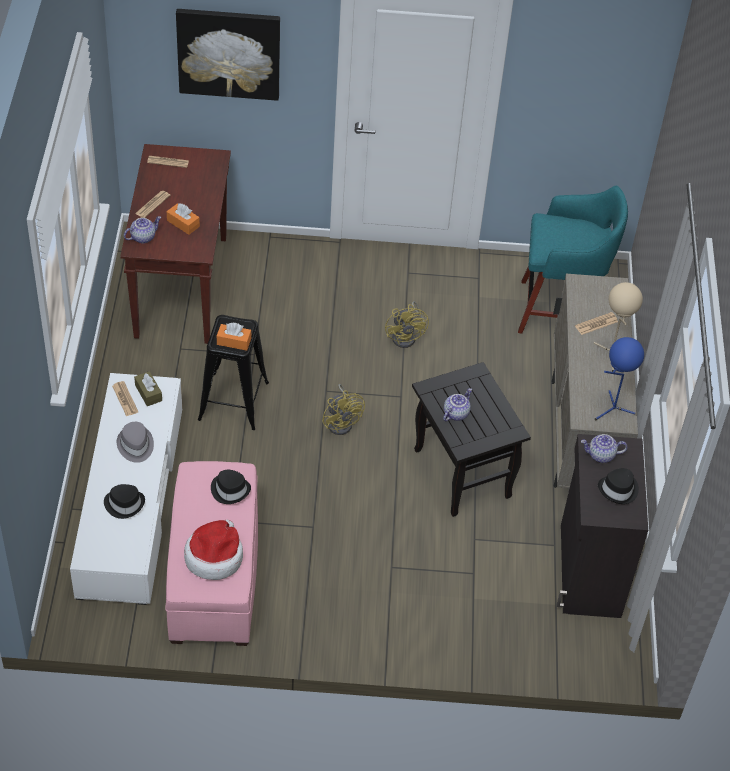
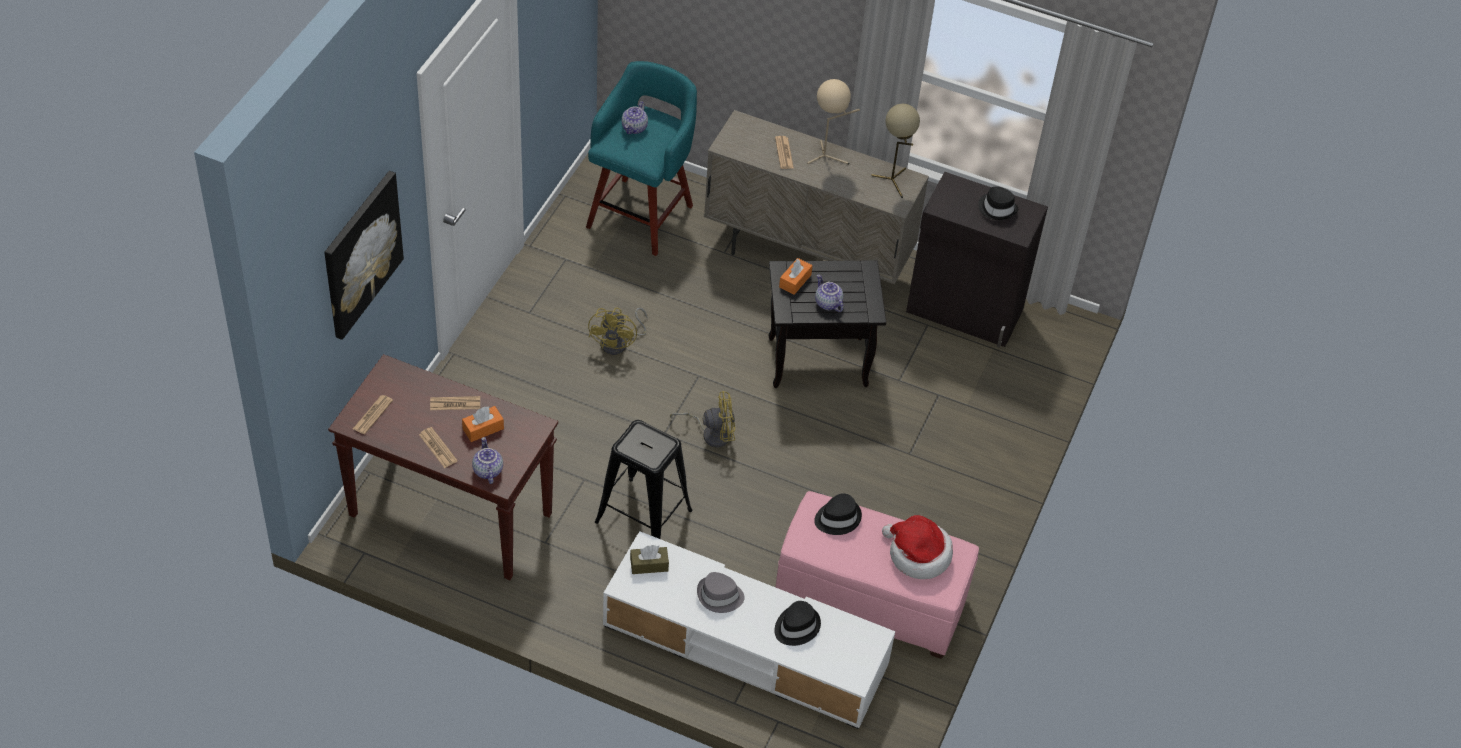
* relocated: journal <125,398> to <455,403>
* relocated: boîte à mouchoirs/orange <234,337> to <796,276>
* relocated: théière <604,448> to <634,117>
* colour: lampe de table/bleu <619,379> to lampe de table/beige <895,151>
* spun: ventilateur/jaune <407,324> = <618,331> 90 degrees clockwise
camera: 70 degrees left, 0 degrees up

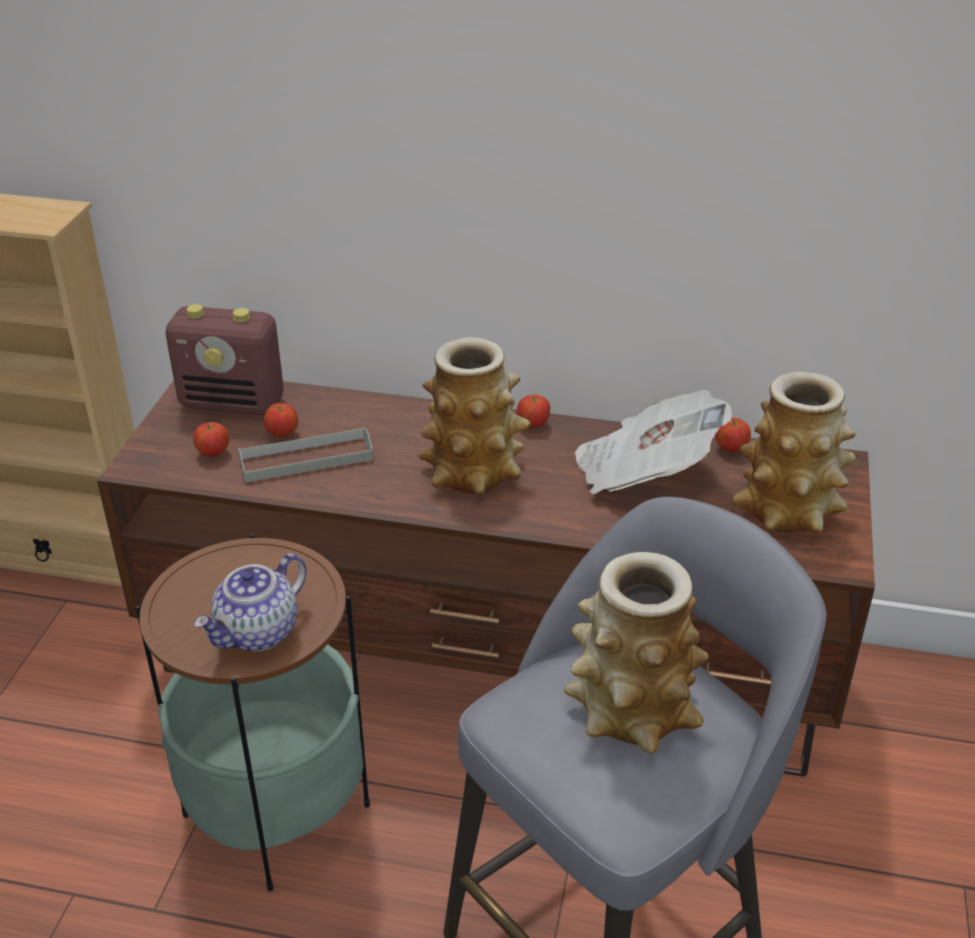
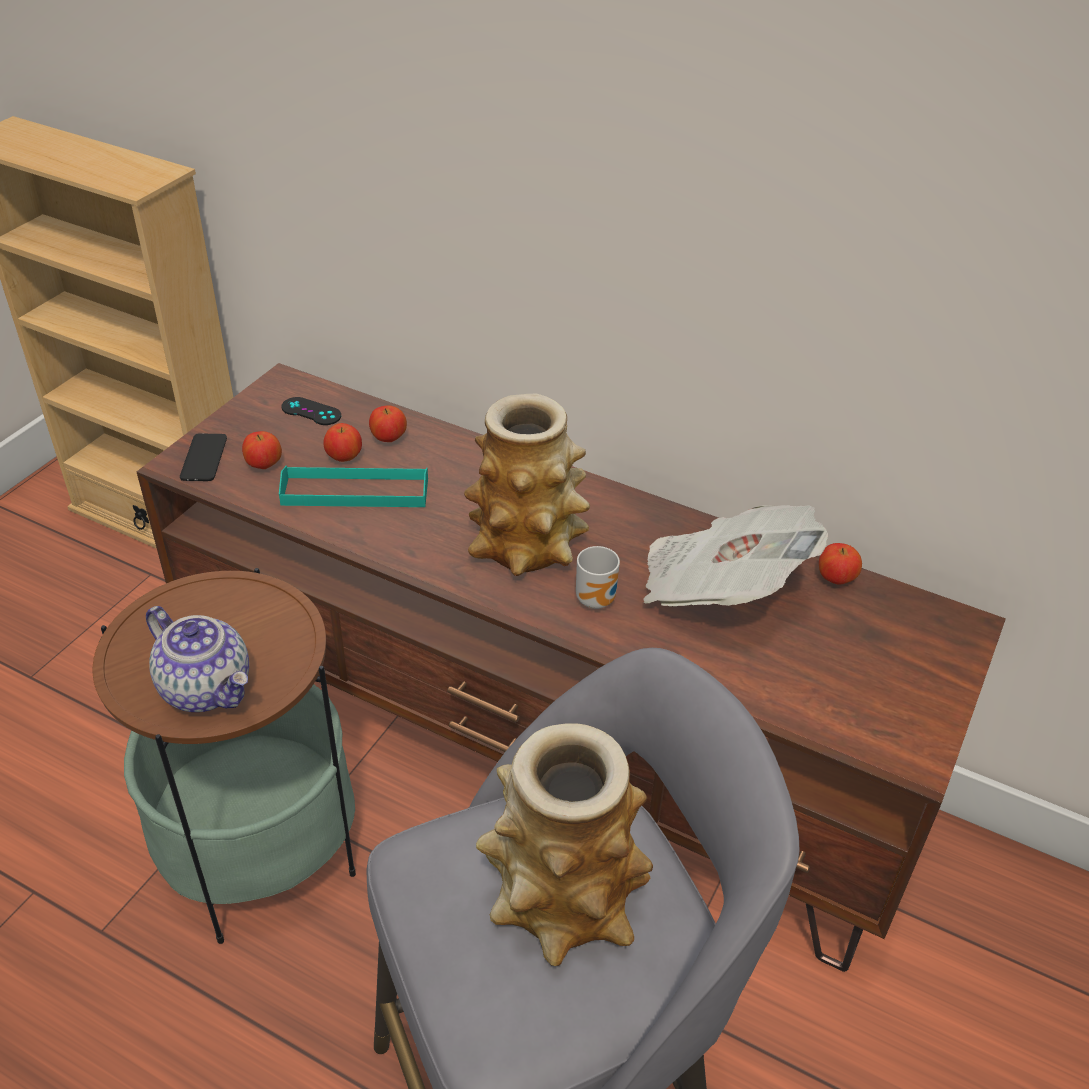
* missing: vase <794,452>
* appeared: téléphone <203,457>
* appeared: mug <598,577>
* relocated: pomme <533,411> to <388,423>
* exchanged: radio <224,359> to manette/noir <311,411>
* colour: plateau/gris <305,454> to plateau/turquoise <353,486>
* spun: théière <250,602> = <197,659> 105 degrees counterclockwise
camera: 15 degrees right, 5 degrees up

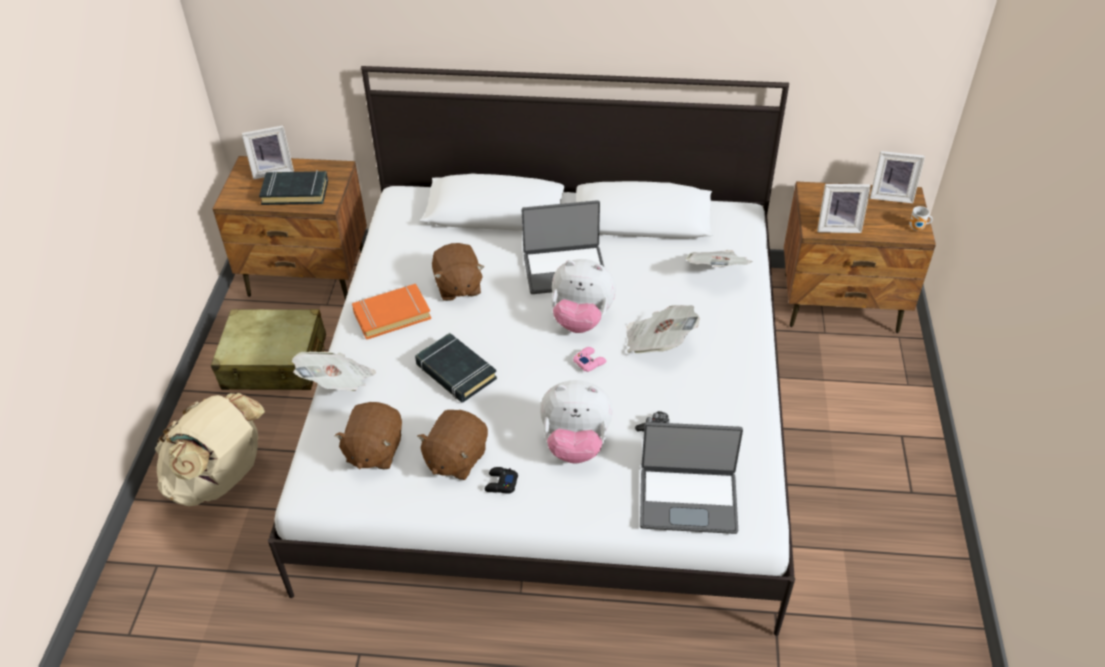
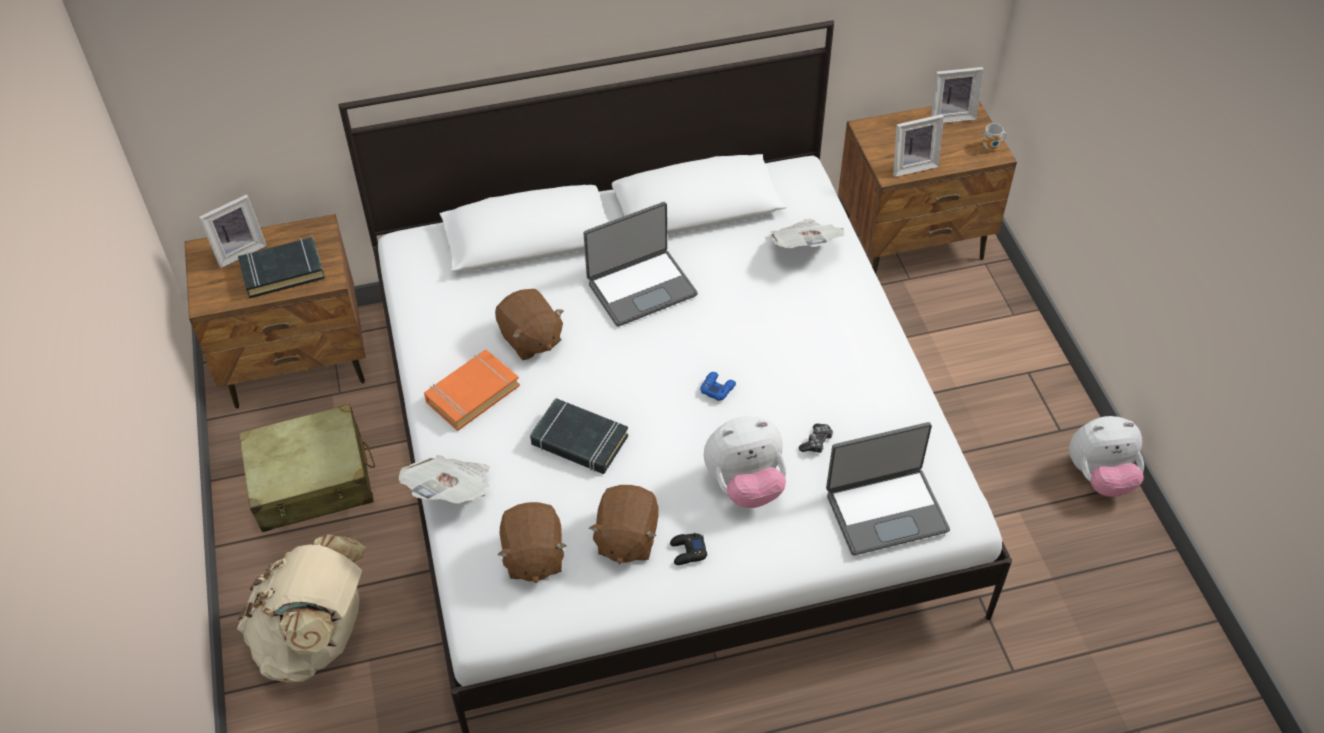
* missing: journal <663,329>
* relocated: peluche <584,296> to <1106,456>
* colour: manette/rose <589,359> to manette/bleu <718,386>
camera: 20 degrees left, 5 degrees up

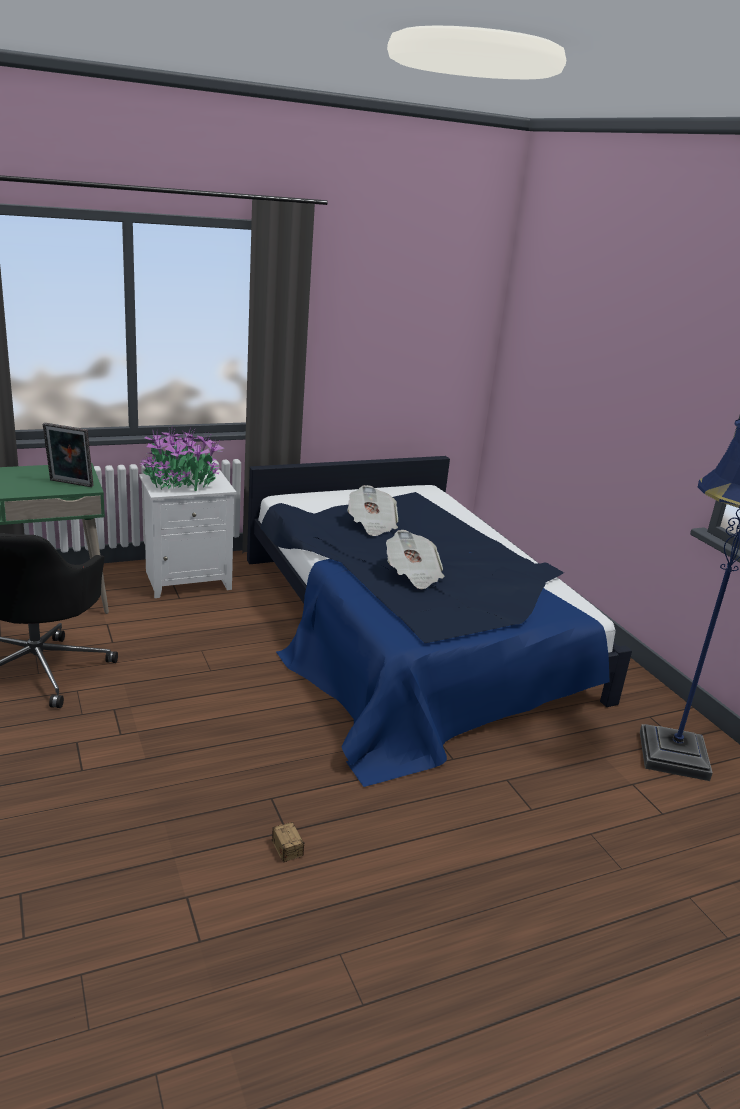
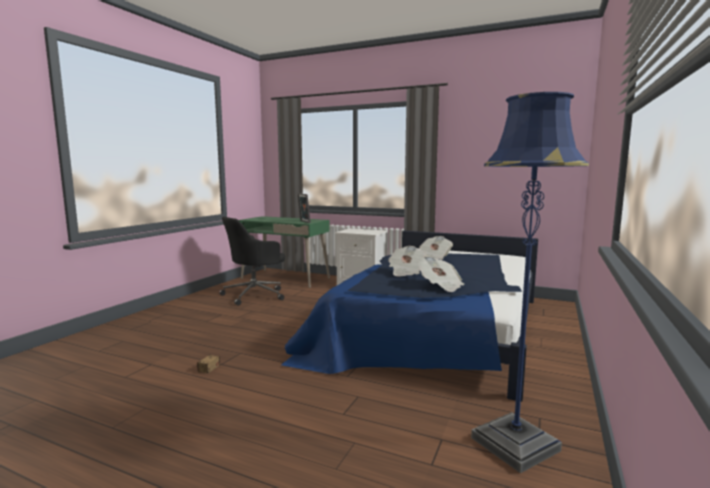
* missing: plante en pot <182,458>
* appeared: journal <441,274>
camera: 50 degrees right, 15 degrees down

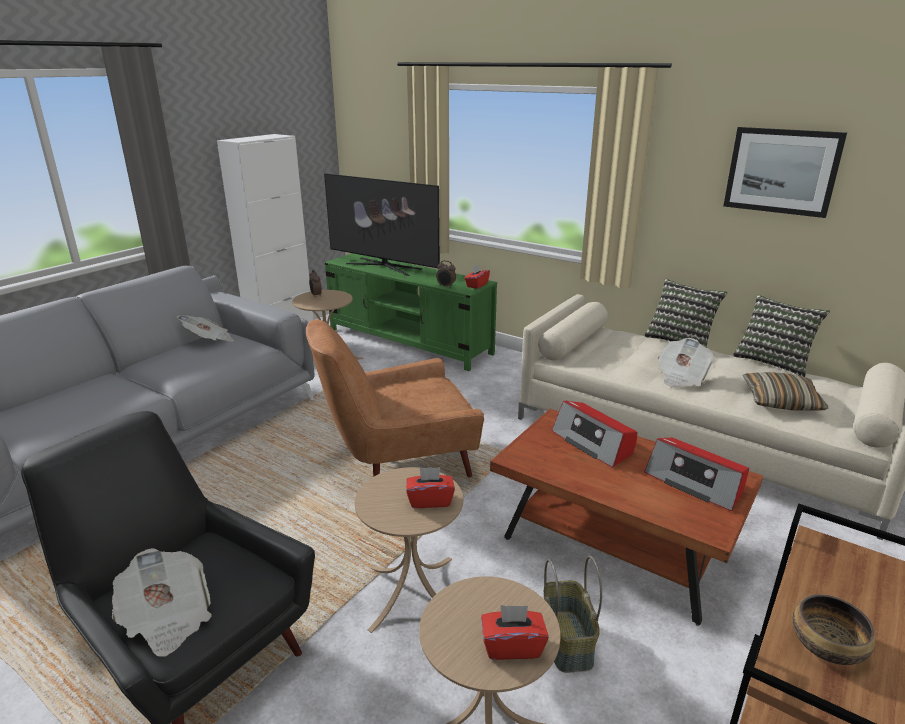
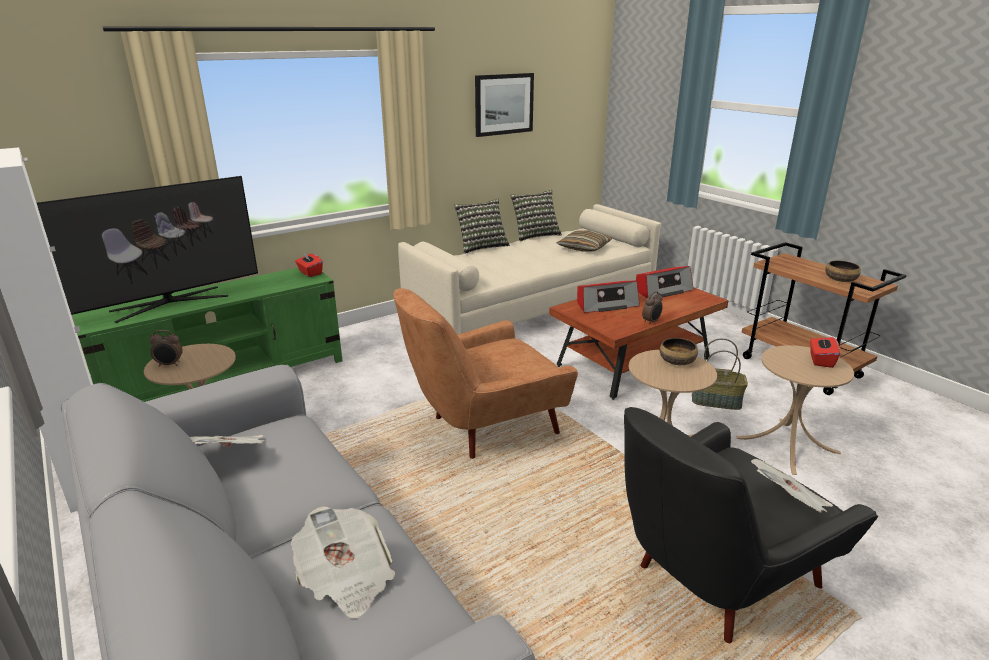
* relocated: réveil <446,274> to <652,308>
* relocated: journal <686,362> to <343,562>
* exchanged: boîte à mouchoirs/rouge <430,487> to bol <679,351>
* spun: fauteuil/marron <395,398> = <486,373> 60 degrees clockwise
camera: 70 degrees left, 0 degrees up

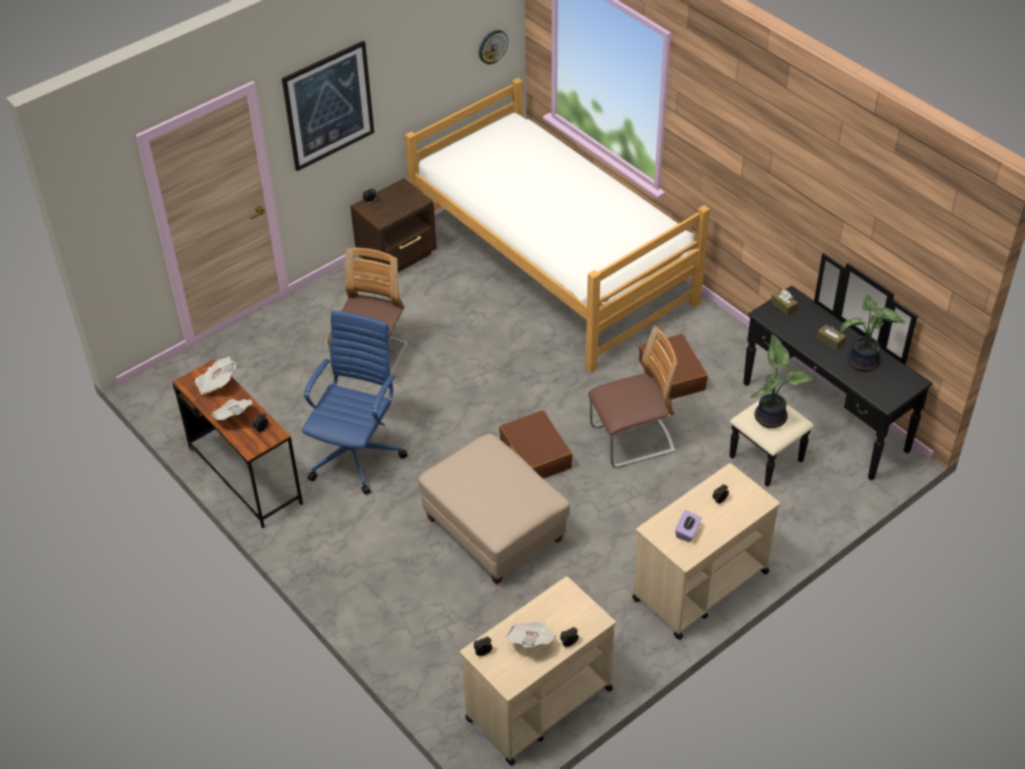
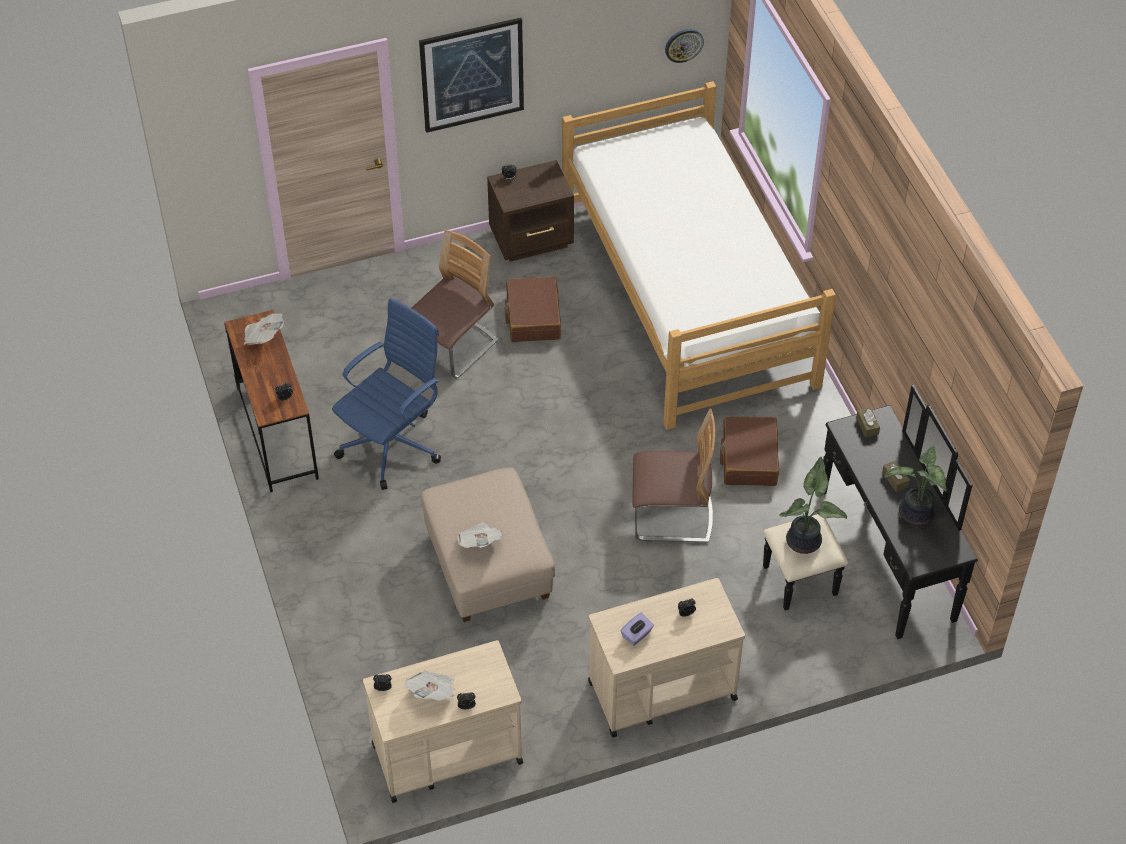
* relocated: journal <232,409> to <480,535>
* relocated: valise/marron <536,444> to <533,309>
camera: 20 degrees right, 5 degrees up

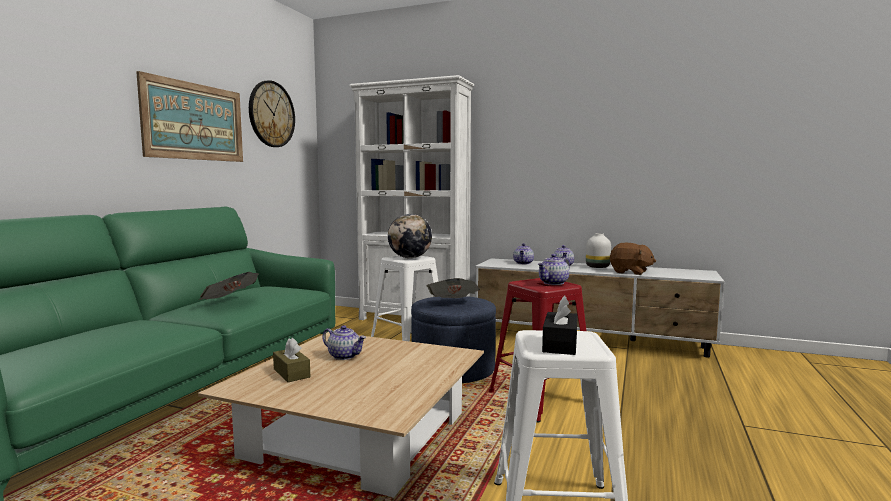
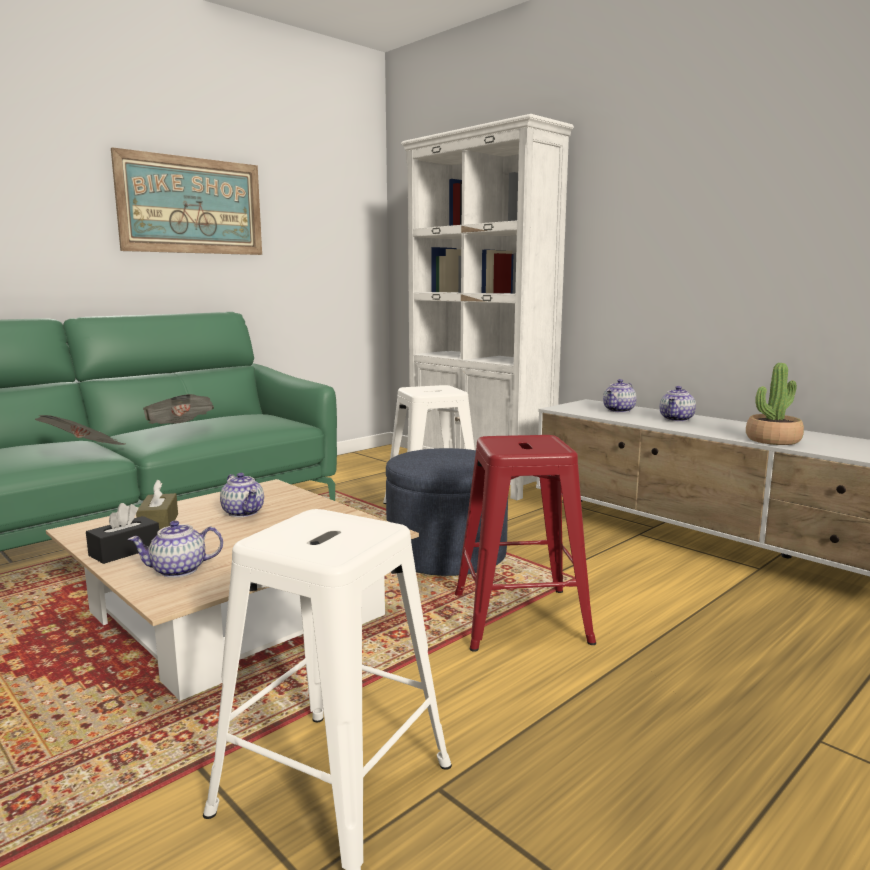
* missing: horloge murale <272,114>
* missing: globe <410,236>
* missing: vase/blanc <598,250>
* relocated: journal <453,288> to <80,430>
* relocated: théière <554,269> to <175,549>
* relocated: boîte à mouchoirs/noir <560,325> to <122,533>
* exchanged: peluche/marron <633,259> to plante en pot <775,404>
camera: 25 degrees right, 5 degrees up

